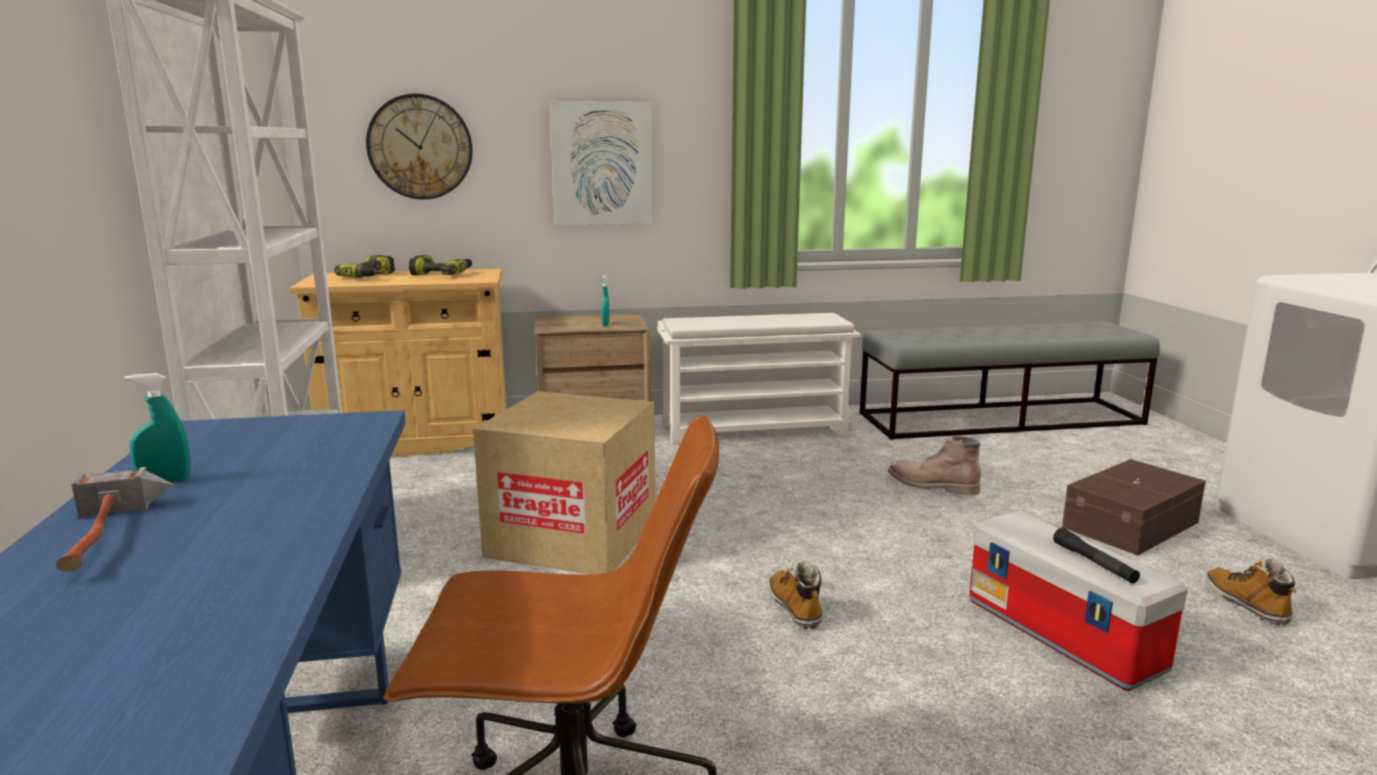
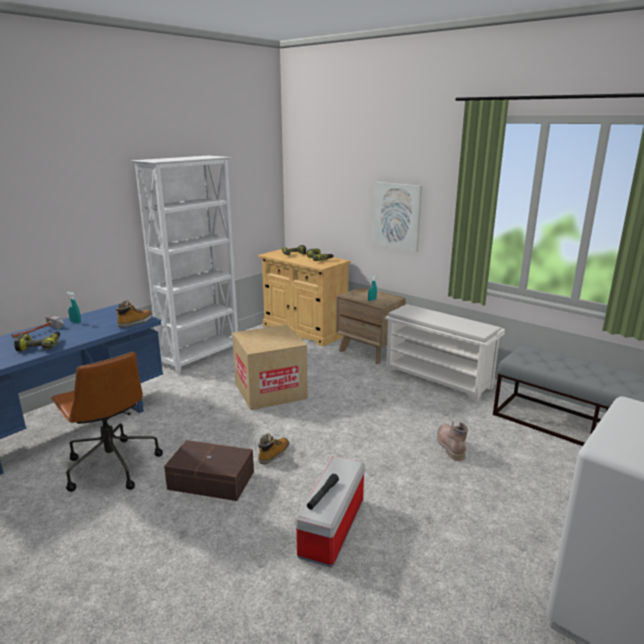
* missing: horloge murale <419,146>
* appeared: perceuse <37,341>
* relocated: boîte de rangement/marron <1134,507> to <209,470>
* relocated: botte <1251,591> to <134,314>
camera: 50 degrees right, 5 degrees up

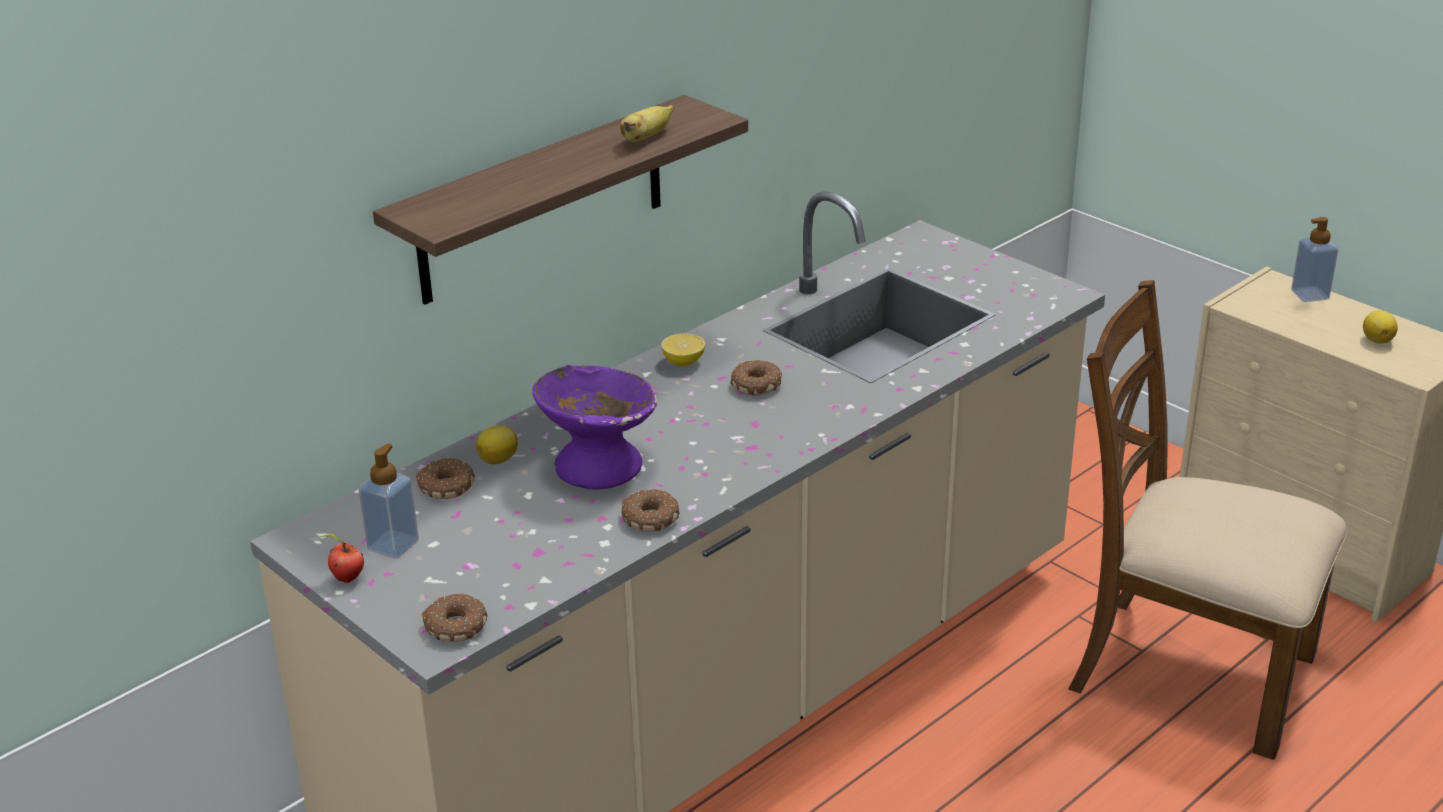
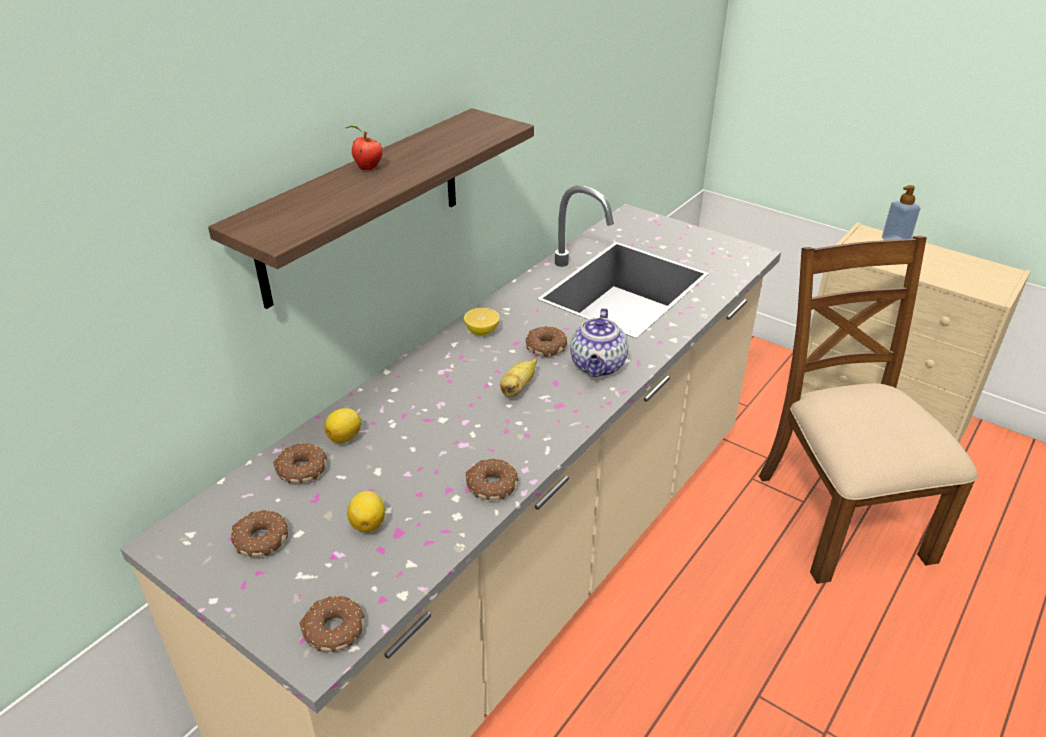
* missing: bol/violet <595,427>
* appeared: théière <599,342>
* relocated: pomme <342,558> to <364,148>
* relocated: banane <647,123> to <518,377>
* relocated: citron <1380,327> to <366,511>
* exchanged: distributeur de savon <389,500> to beignet <259,533>
* spun: chaise/marron <1207,520> = <868,410> 60 degrees clockwise
camera: 10 degrees left, 5 degrees up

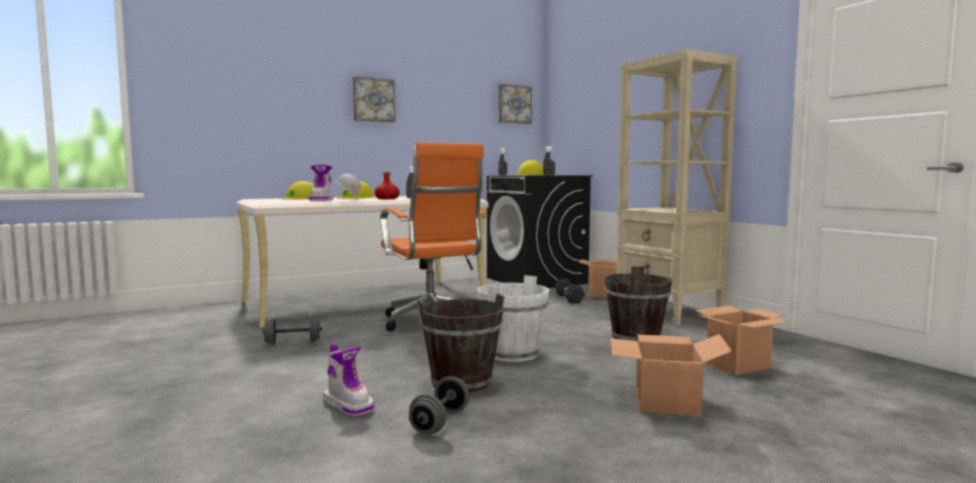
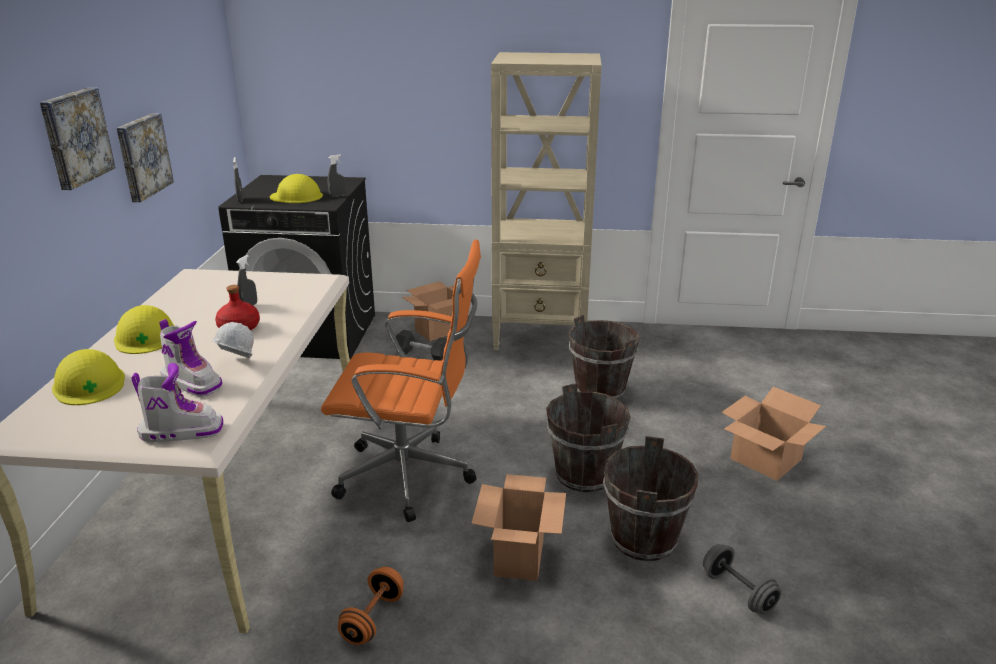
* relocated: botte <348,380> to <177,402>
* relocated: tableau <515,104> to <145,157>
* relocated: carton <742,341> to <518,527>
* colour: haltère/gris <292,330> to haltère/orange <370,606>
* colour: seau/blanc <512,318> to seau/marron <588,437>
camera: 55 degrees left, 20 degrees up

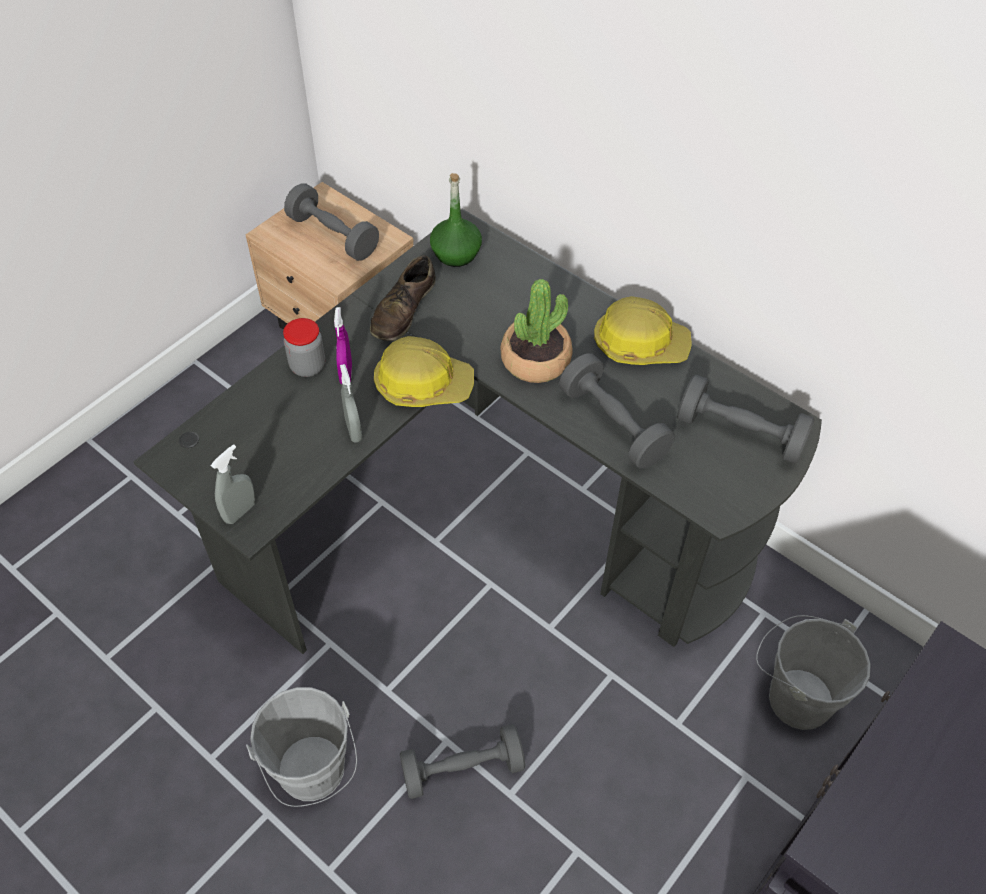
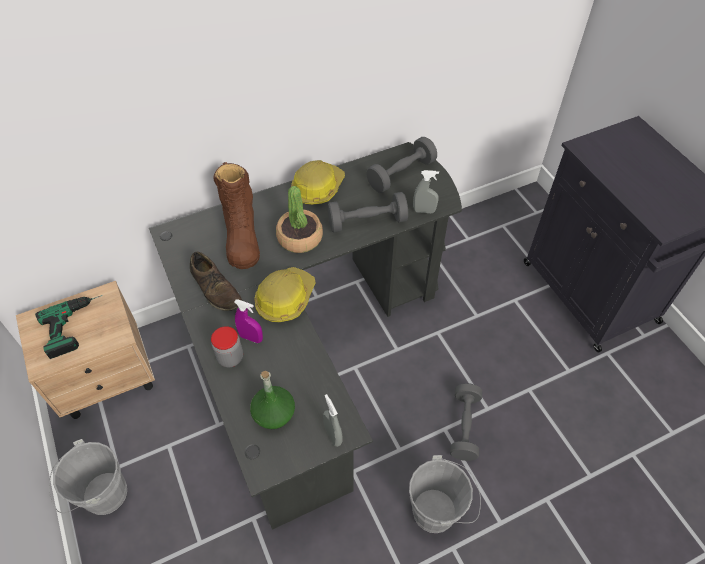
* appeared: botte/marron <236,215>
* relocated: vaporisateur/gris <351,403> to <426,191>
* relocated: bouteille/vert <456,220> to <272,400>
* relocated: seau/gris <813,672> to <88,477>
* exchanged: haltère/gris <331,222> to perceuse <69,327>
camera: 65 degrees left, 0 degrees up

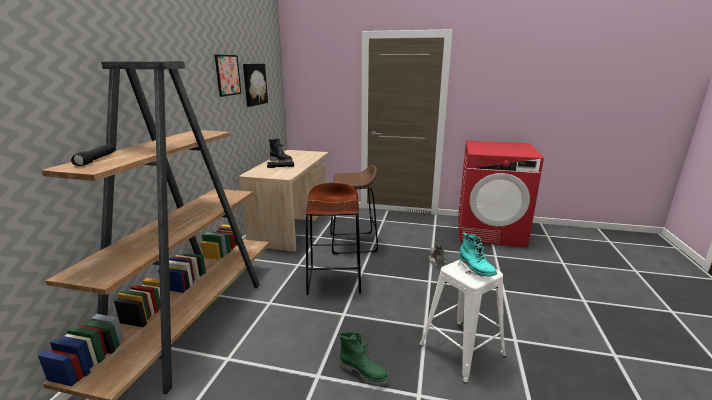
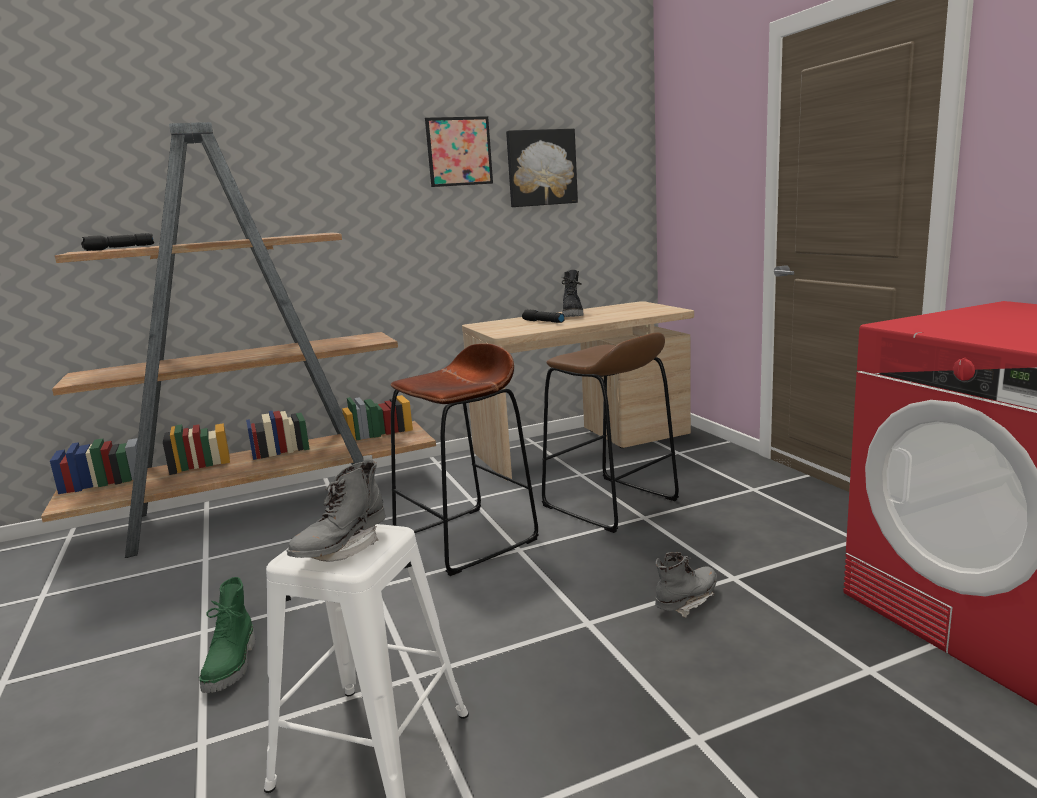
* colour: botte/turquoise <478,254> to botte/gris <336,508>
camera: 55 degrees right, 5 degrees down

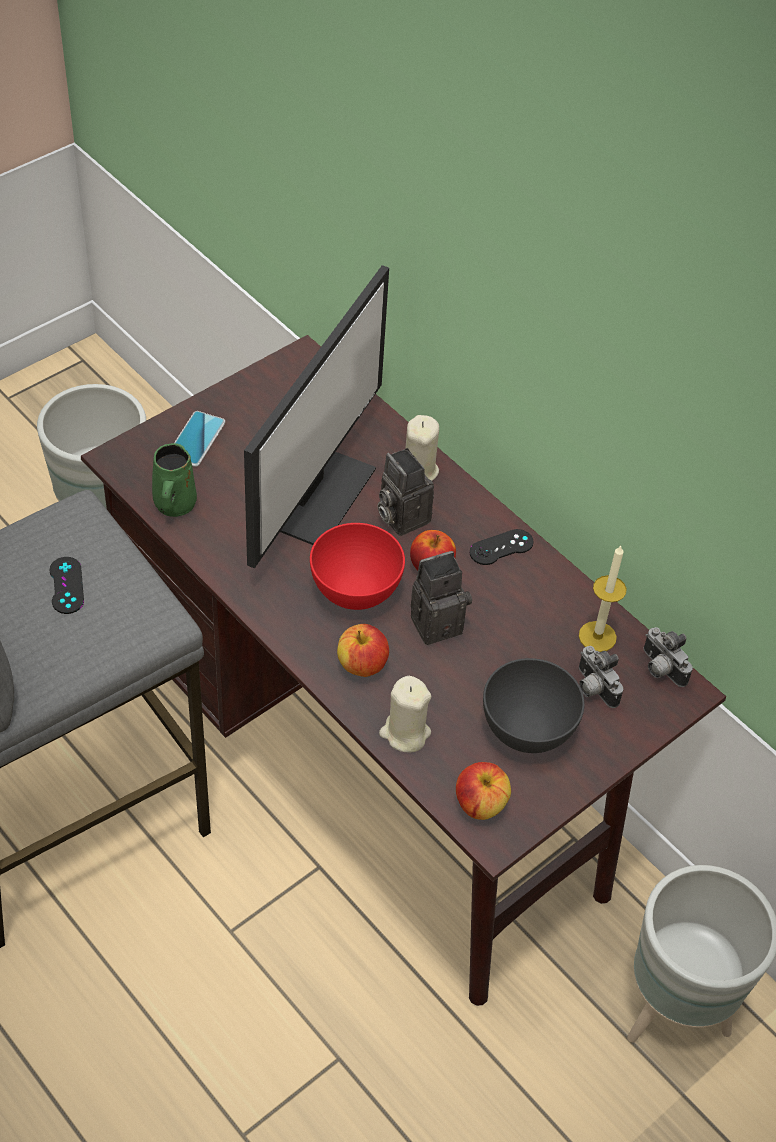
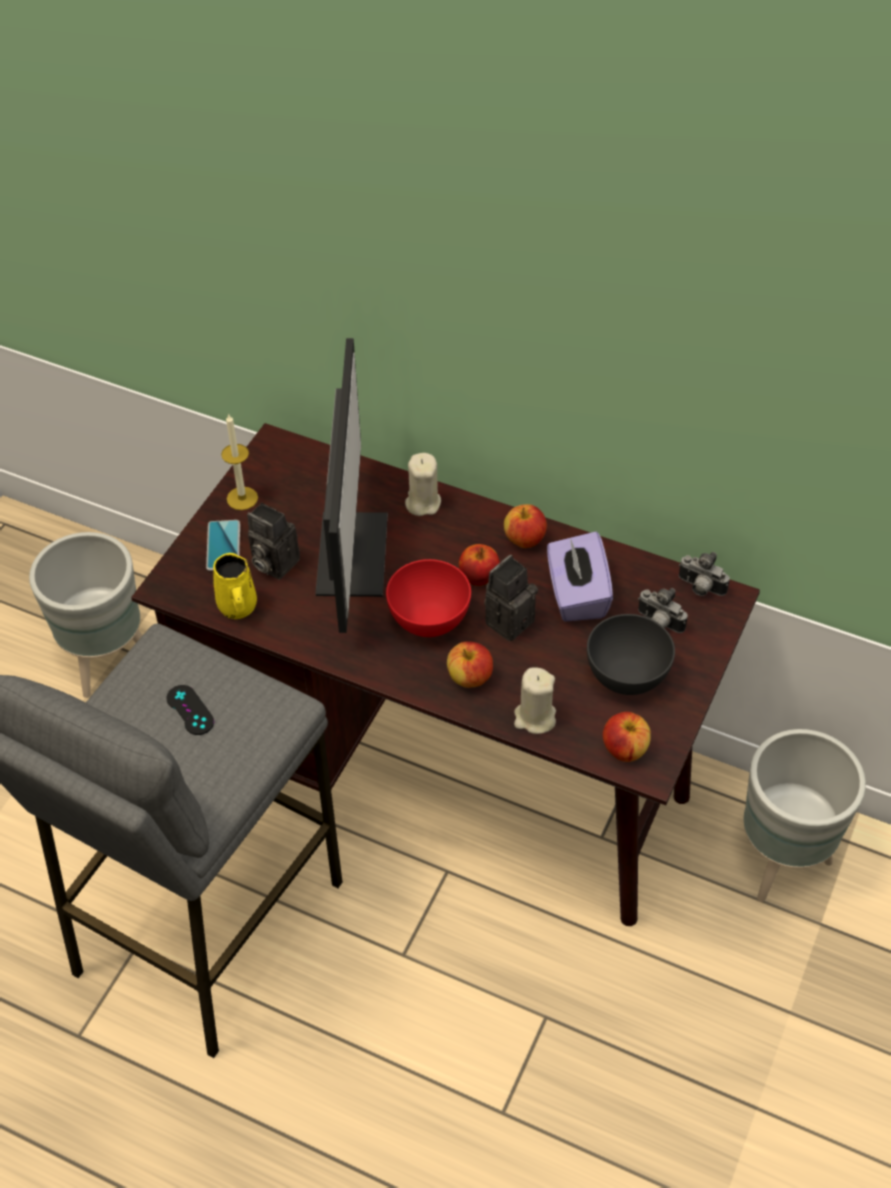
* appeared: boîte à mouchoirs/violet <580,576>
* relocated: appareil photo <405,492> to <273,541>
* relocated: bougie <603,599> to <239,461>
* exchanged: manette/noir <502,547> to pomme <525,526>
* colour: mug/vert <174,480> to mug/jaune <235,586>
camera: 20 degrees left, 0 degrees up

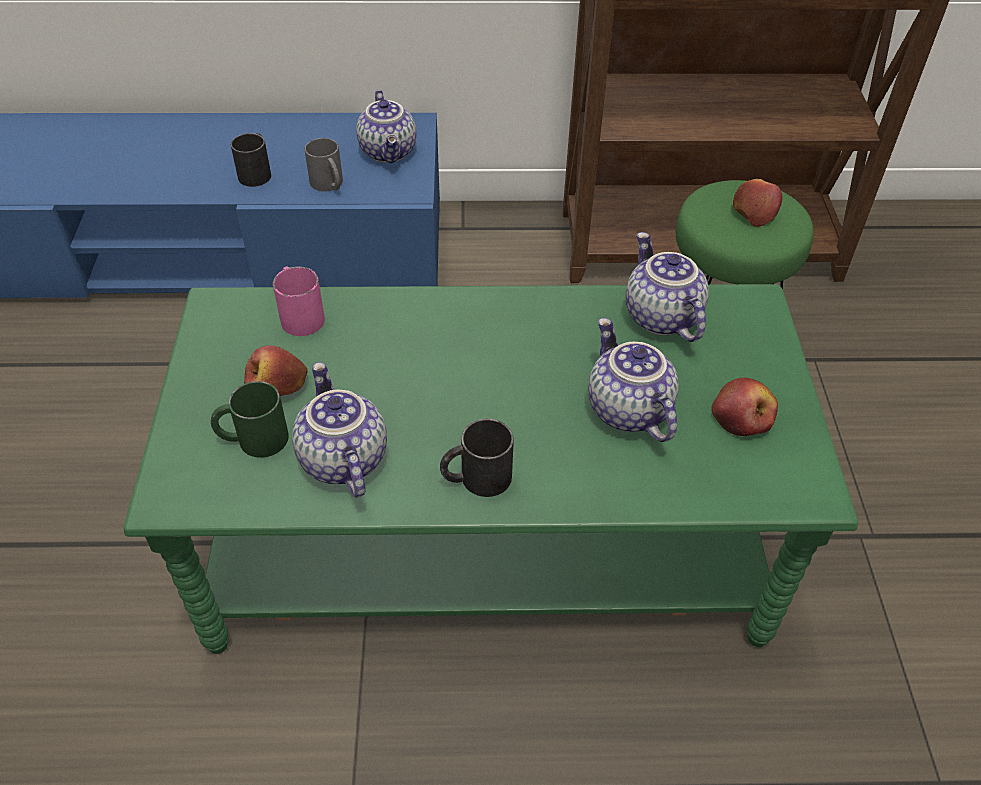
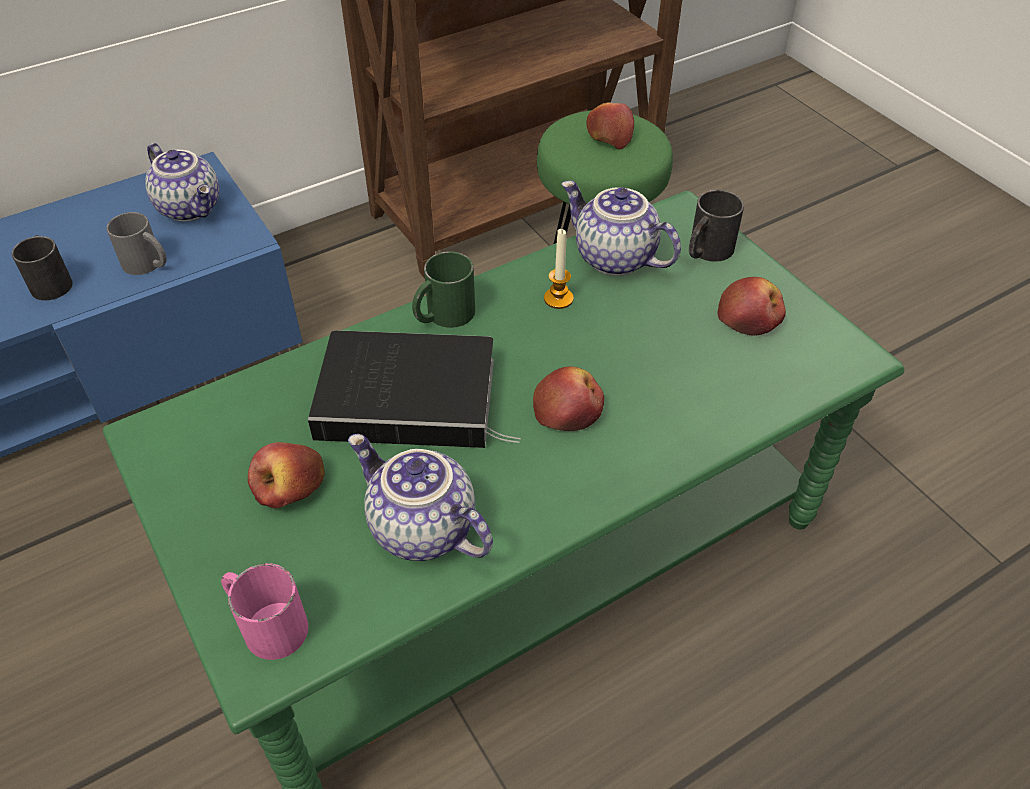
* missing: théière <633,380>
* appeared: livre <414,389>
* appeared: pomme <568,398>
* appeared: bougie <559,269>
* relocated: mug/vert <250,419> to <443,289>
* relocated: mug/rose <299,301> to <264,611>
* relocated: mug/noir <477,458> to <716,226>
camera: 30 degrees left, 0 degrees up

